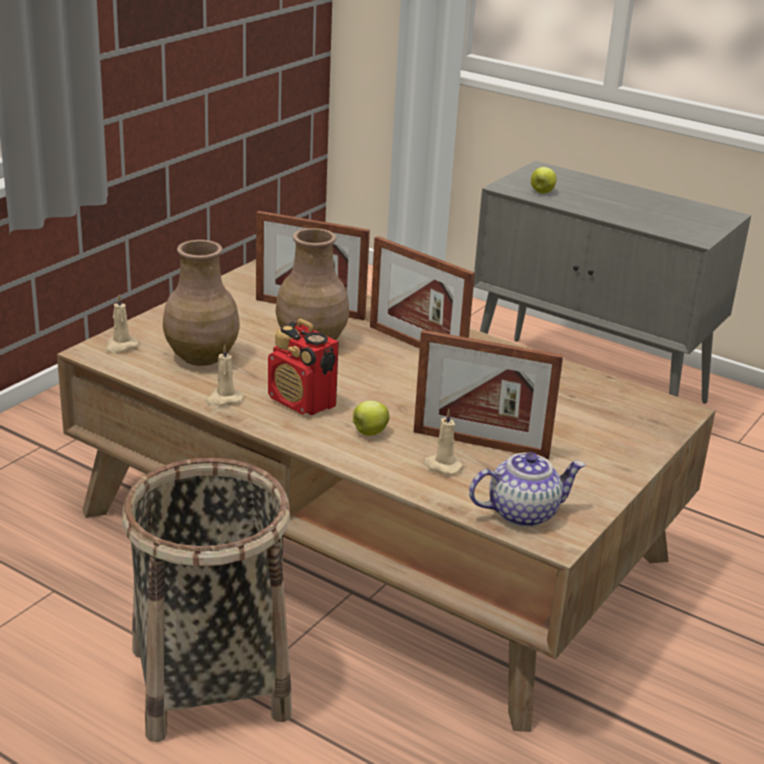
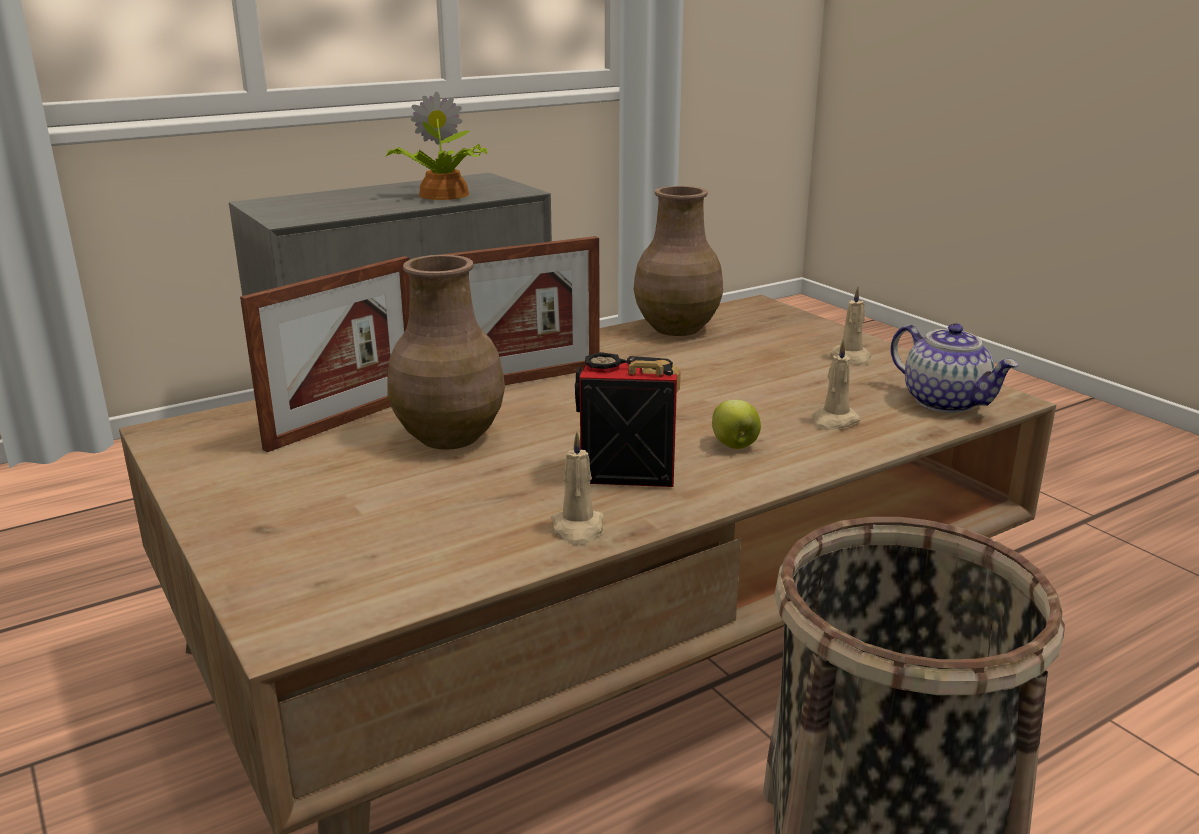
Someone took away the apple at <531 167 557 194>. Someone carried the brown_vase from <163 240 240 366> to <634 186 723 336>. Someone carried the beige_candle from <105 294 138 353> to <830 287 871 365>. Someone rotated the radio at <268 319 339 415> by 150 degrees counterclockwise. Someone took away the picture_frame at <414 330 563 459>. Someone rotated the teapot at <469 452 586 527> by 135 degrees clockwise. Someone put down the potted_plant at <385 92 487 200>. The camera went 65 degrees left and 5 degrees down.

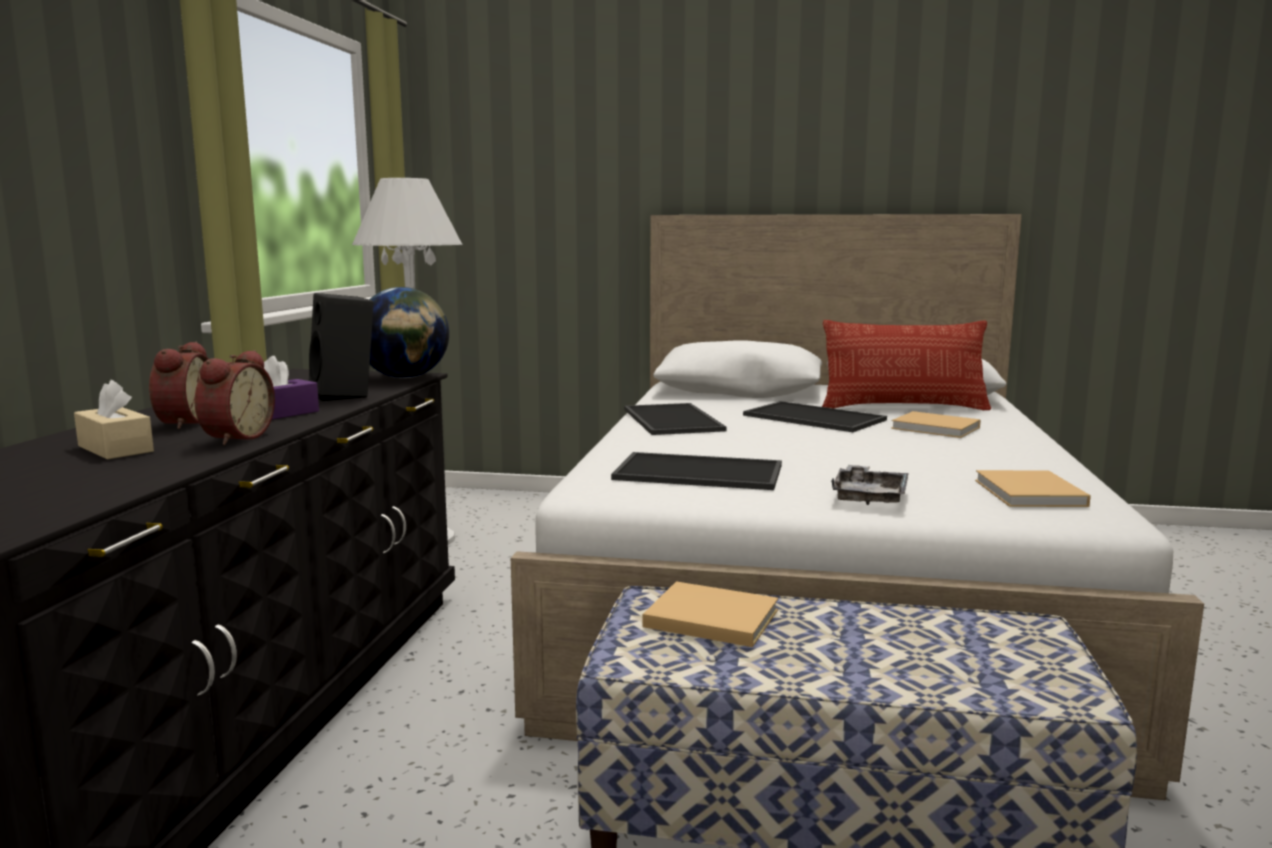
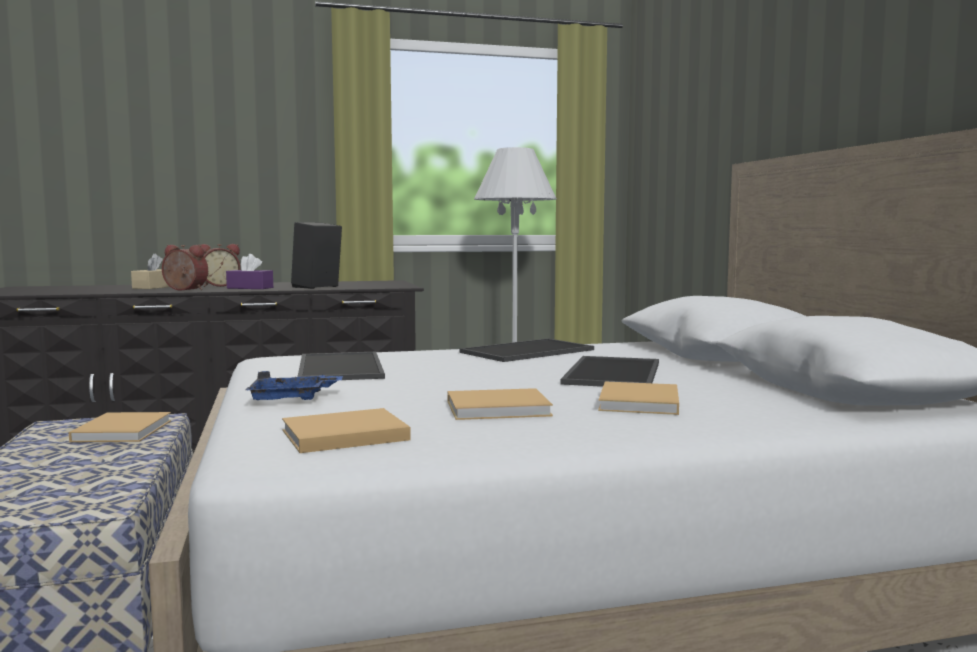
Someone took away the globe at <369 287 449 378>. Someone took away the pillow at <822 320 991 410>. Someone rotated the alarm_clock at <194 350 275 445> by 150 degrees counterclockwise. Someone repainted the grey_tray at <831 465 909 505>, which became the blue_tray at <246 371 343 400>. Someone put down the beige_book at <448 388 553 420>. The camera went 65 degrees right and 5 degrees down.

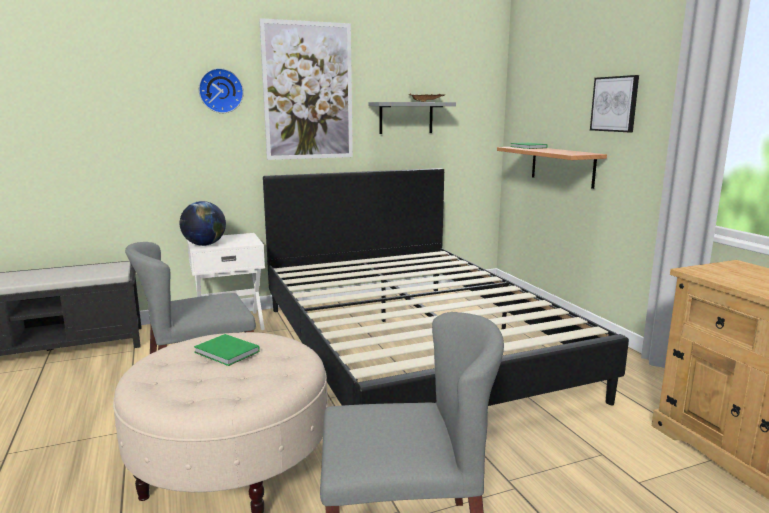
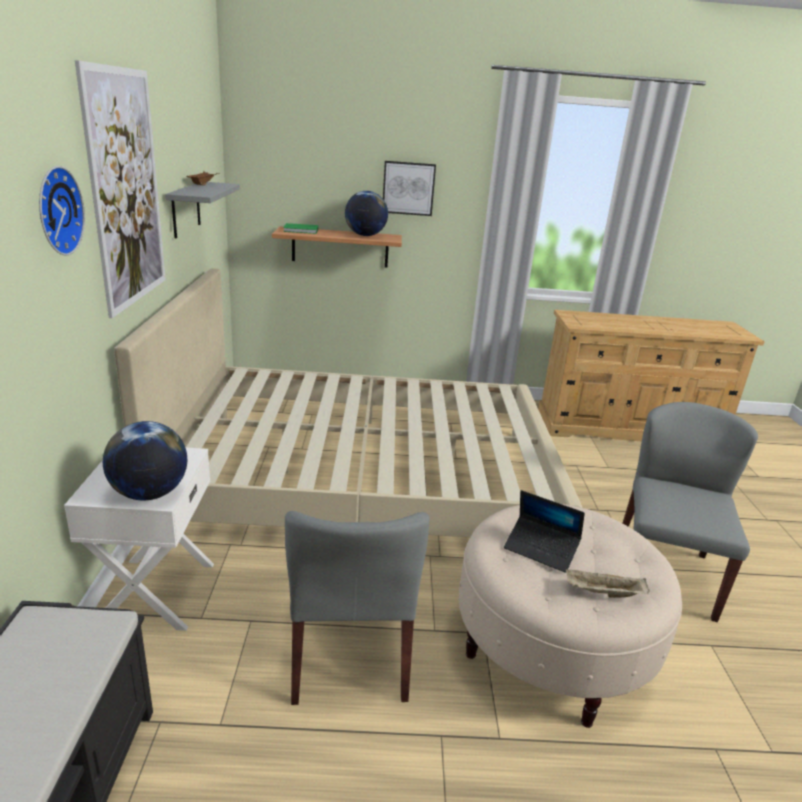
Someone repainted the black_bed at <263 168 629 406>, which became the beige_bed at <114 268 582 537>. Someone swapped the green_book at <194 334 260 366> for the laptop at <504 490 585 573>. Someone put down the globe at <345 191 388 236>. Someone put down the beige_tray at <566 569 650 598>. The camera went 70 degrees left and 10 degrees up.

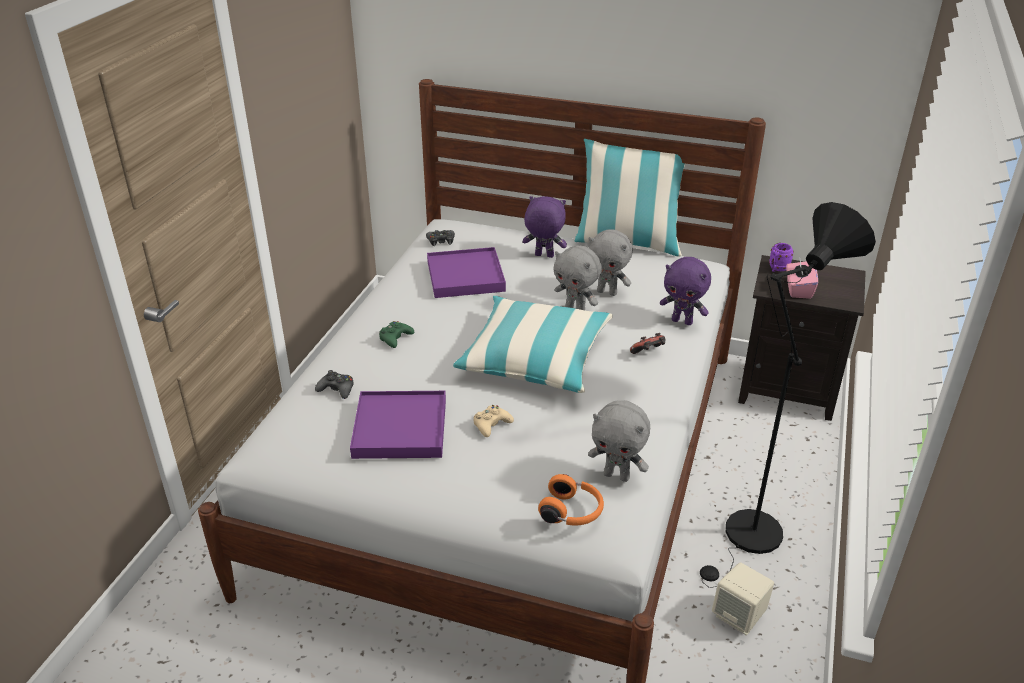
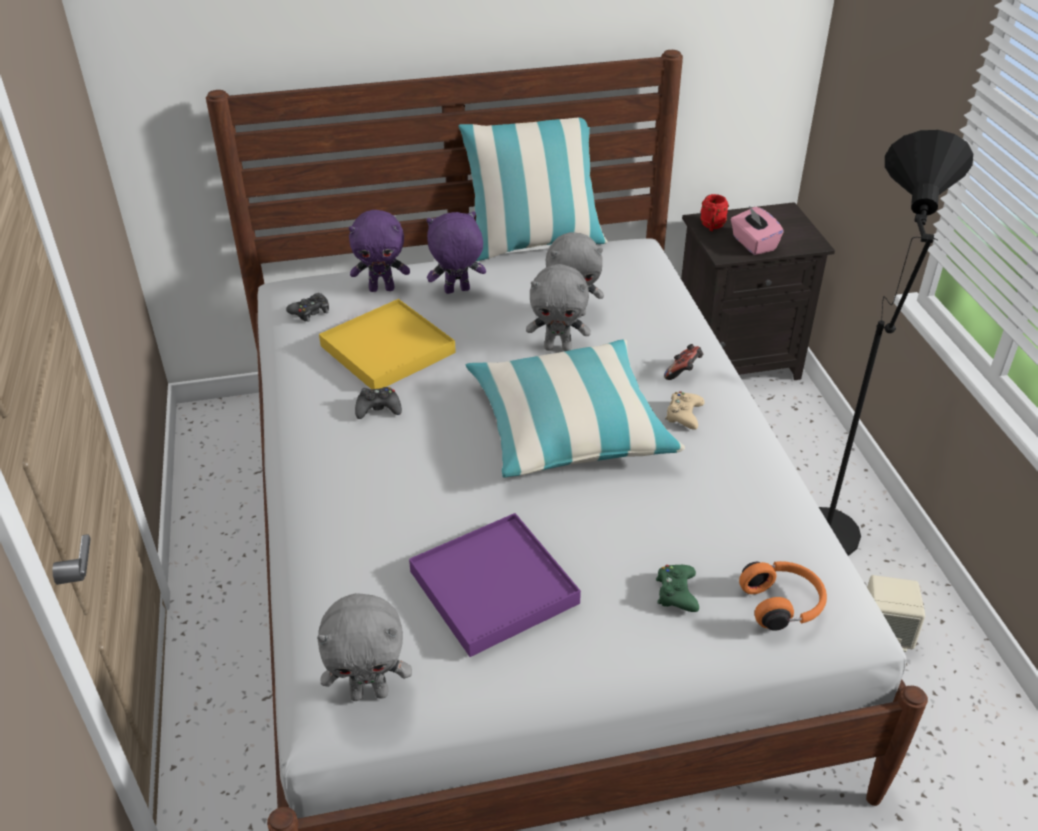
Someone repainted the purple_mug at <769 243 794 272>, which became the red_mug at <700 194 729 231>. Someone repainted the purple_tray at <427 247 506 298>, which became the yellow_tray at <319 299 456 389>. Someone carried the purple_plush_toy from <660 257 711 325> to <349 210 410 292>. Someone carried the green_game_controller from <379 321 414 348> to <656 565 699 612>. Someone carried the black_game_controller from <315 370 353 399> to <355 387 402 419>. Someone carried the grey_plush_toy from <588 400 650 482> to <317 593 412 701>. Someone carried the beige_game_controller from <474 405 514 437> to <665 391 704 430>. The camera went 30 degrees left and 5 degrees up.

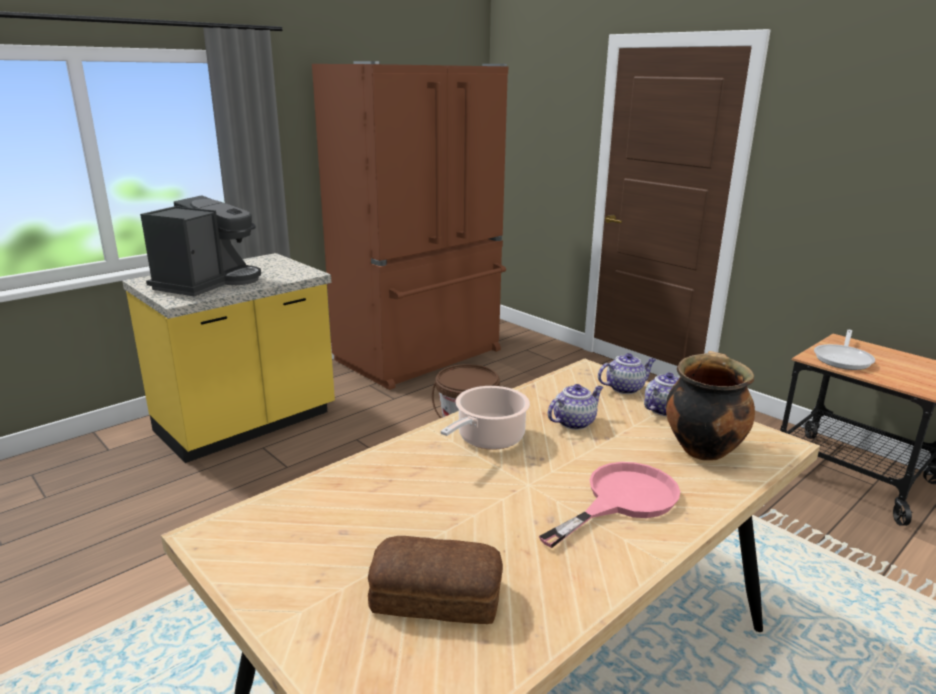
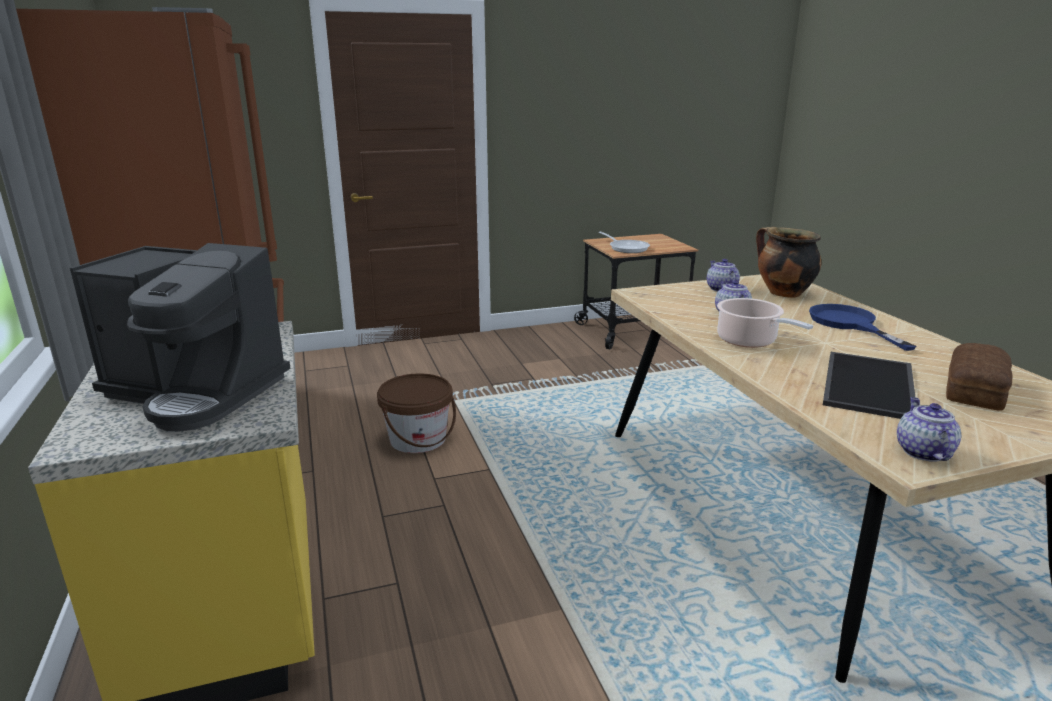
Someone rotated the coffee_machine at <140 195 261 297> by 150 degrees clockwise. Someone carried the teapot from <598 353 656 394> to <897 397 961 462>. Someone repainted the pink_frying_pan at <539 462 680 548>, which became the blue_frying_pan at <809 304 917 351>. Someone put down the tray at <823 352 916 419>. The camera went 65 degrees left and 0 degrees up.

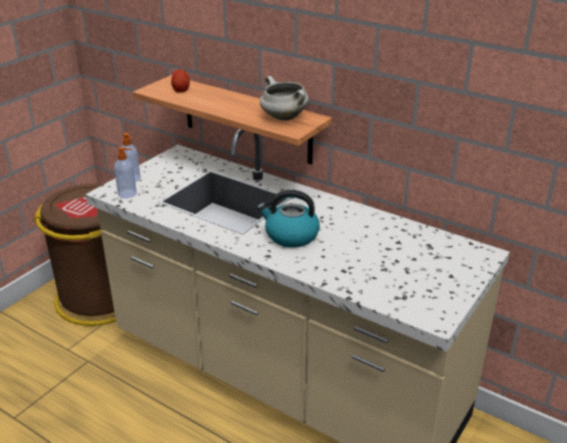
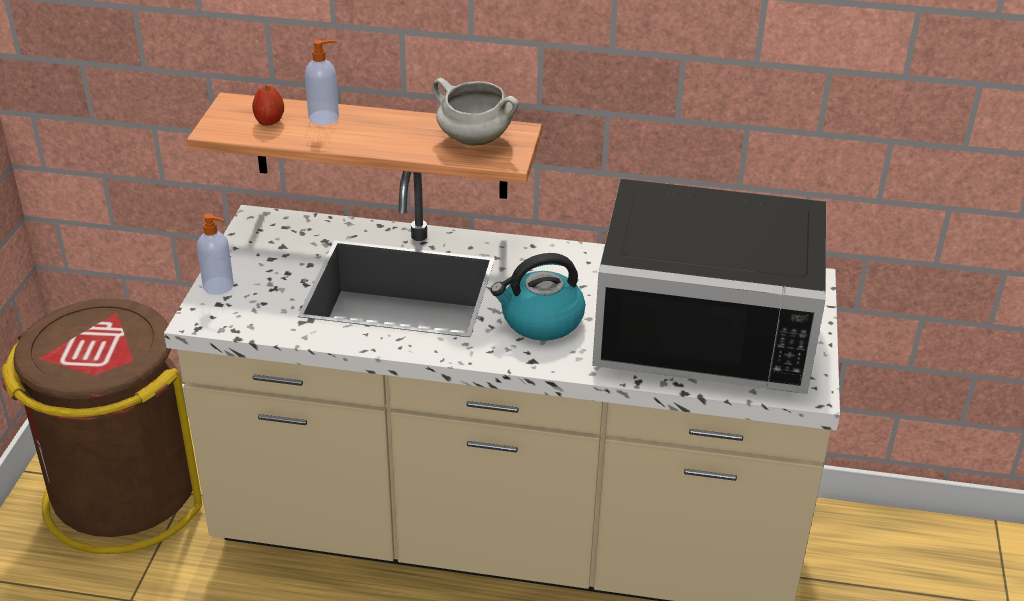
Someone carried the soap_dispenser from <114 147 137 198> to <305 40 339 125>. Someone put down the black_microwave at <592 179 826 394>. The camera went 25 degrees left and 5 degrees up.

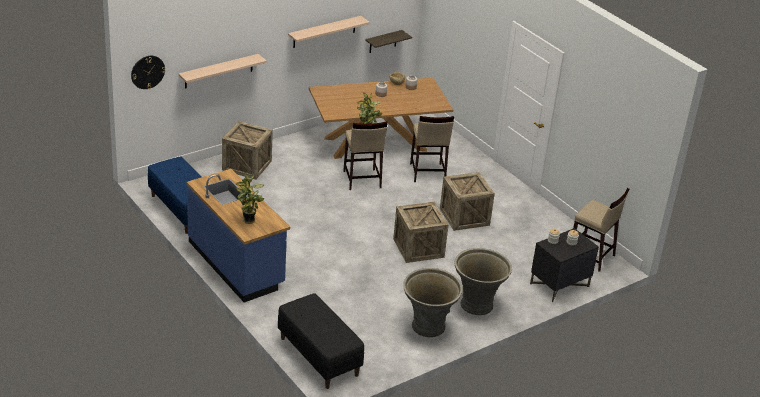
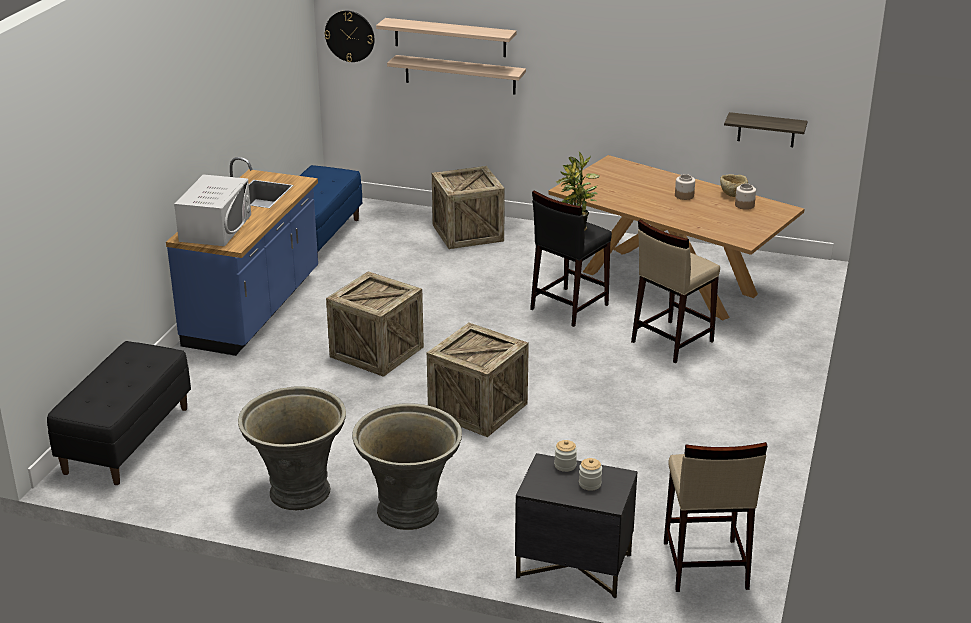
Someone carried the shelf from <288 16 370 48> to <376 18 517 57>. Someone repainted the beige_stool at <343 122 387 190>, which became the black_stool at <530 190 612 327>. Someone swapped the potted_plant at <236 172 264 224> for the white_microwave at <174 174 251 246>. Someone carried the crate from <440 172 495 231> to <326 271 424 377>. The camera went 55 degrees right and 5 degrees down.

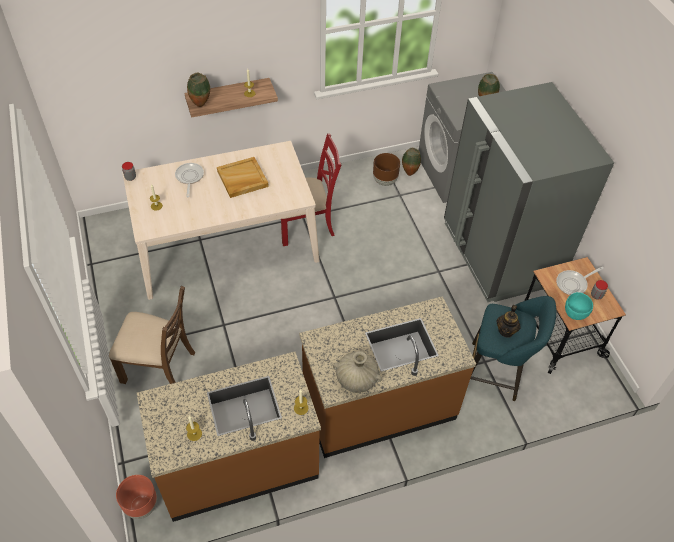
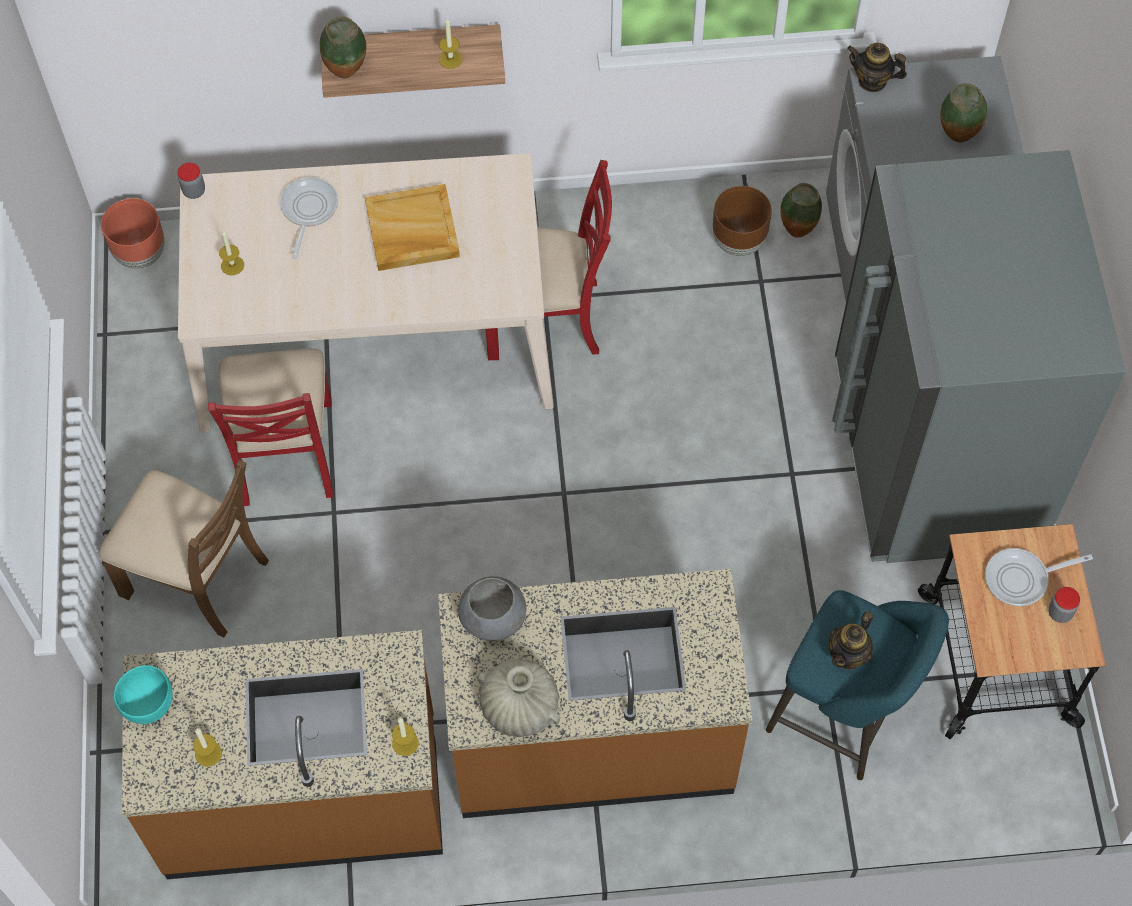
Someone carried the turquoise_bowl from <565 292 593 320> to <114 665 173 724>. Someone carried the brown_planter from <116 475 157 519> to <101 198 165 269>. Someone put down the teapot at <847 43 907 92>. Someone put down the red_chair at <208 348 333 506>. Someone put down the grey_bowl at <458 576 526 641>. The camera went 15 degrees right and 10 degrees up.

